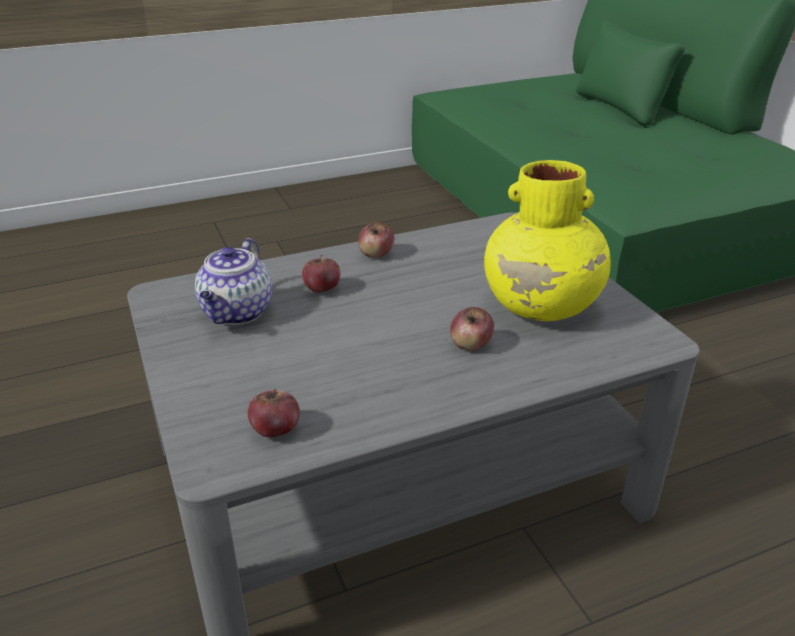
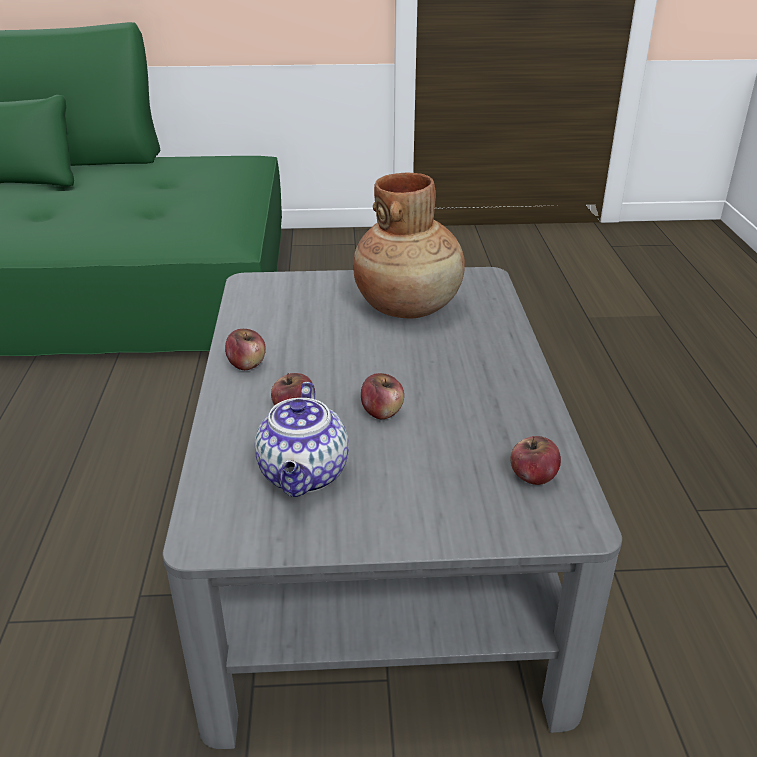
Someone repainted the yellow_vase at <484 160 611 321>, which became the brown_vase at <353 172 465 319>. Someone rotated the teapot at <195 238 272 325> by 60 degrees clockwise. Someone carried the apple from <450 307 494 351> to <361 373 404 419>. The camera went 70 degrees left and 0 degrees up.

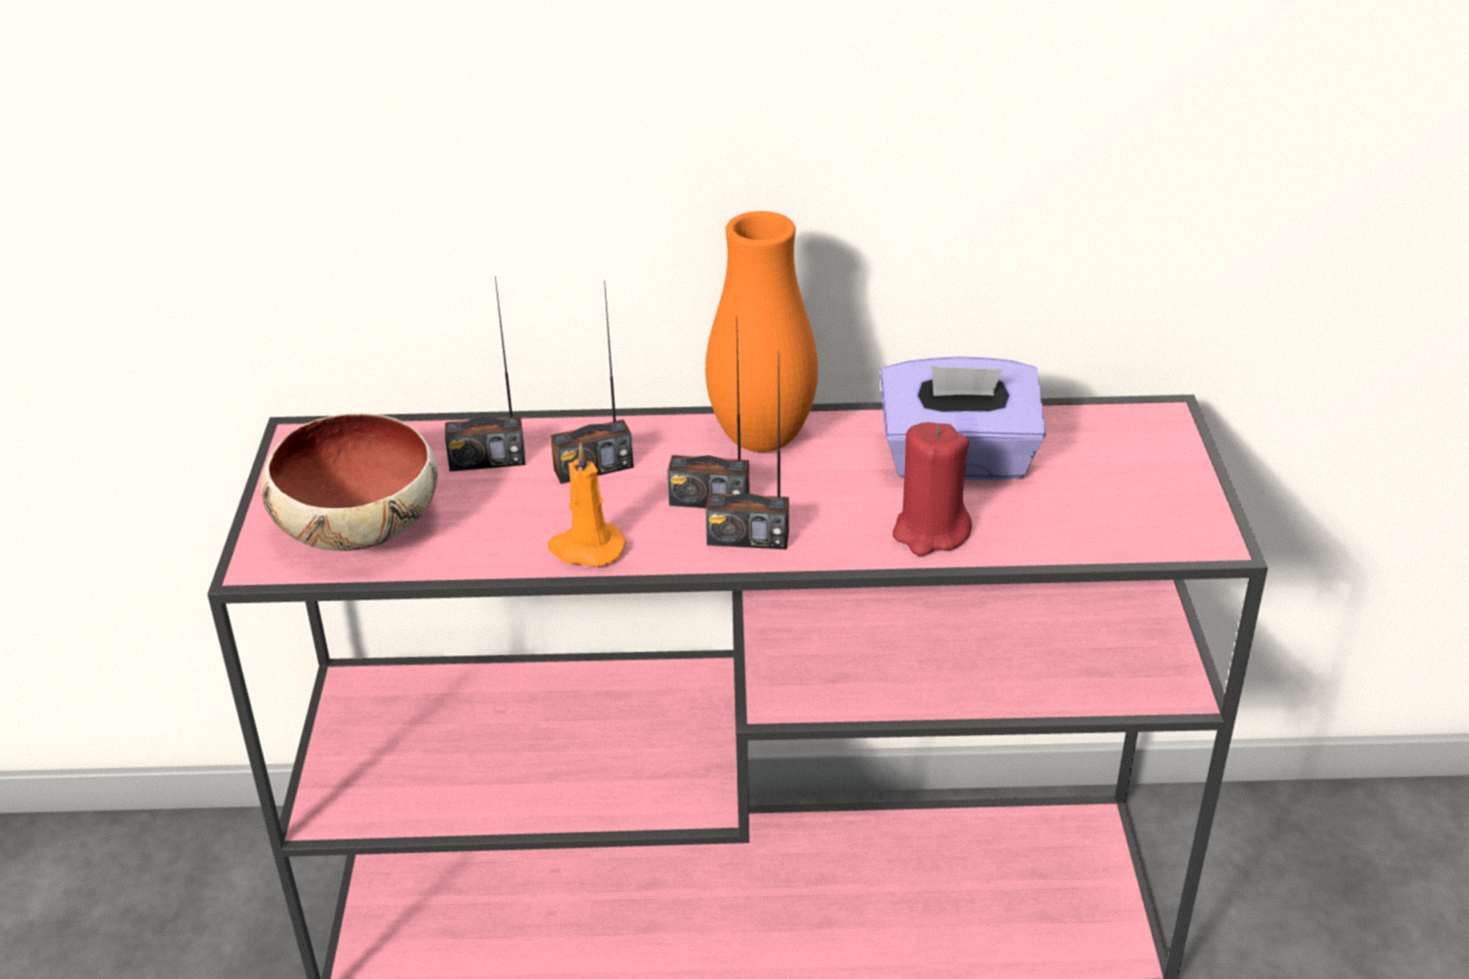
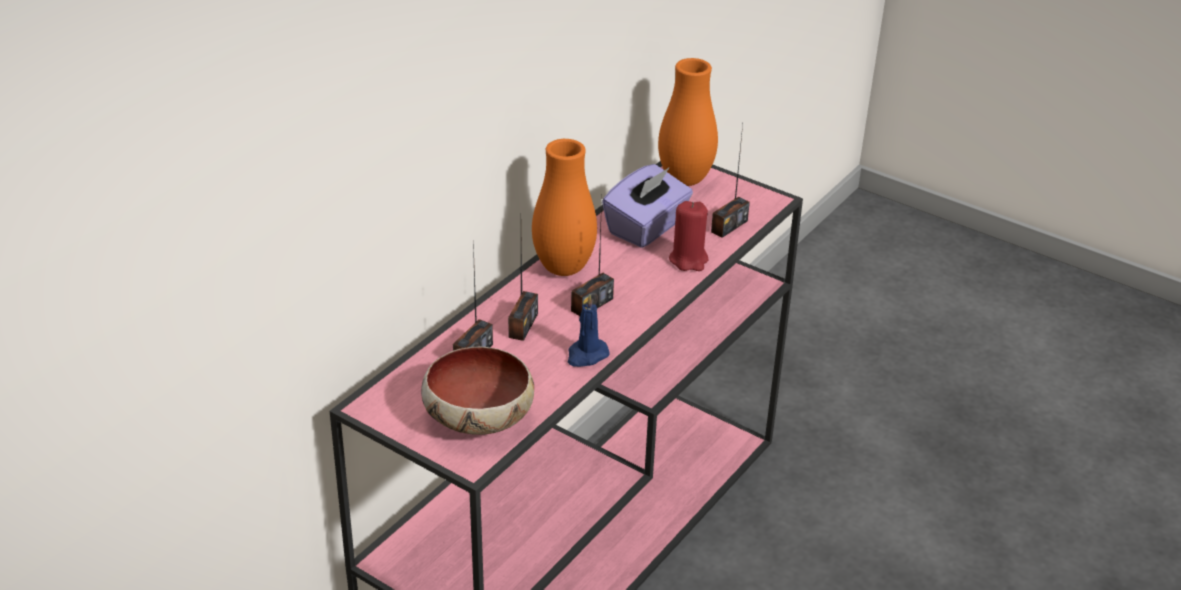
Someone carried the radio from <706 350 789 549> to <711 125 750 238>. Someone repainted the orange_candle at <548 443 626 567>, which became the blue_candle at <568 294 610 367>. Someone put down the orange_vase at <658 58 718 186>. The camera went 55 degrees left and 0 degrees up.

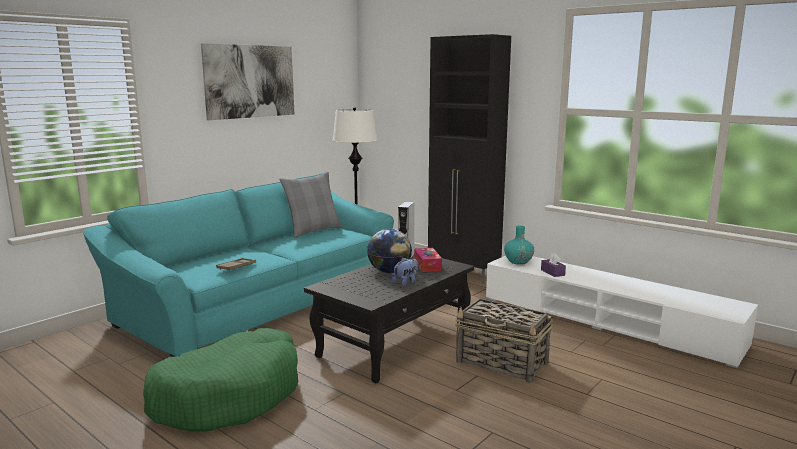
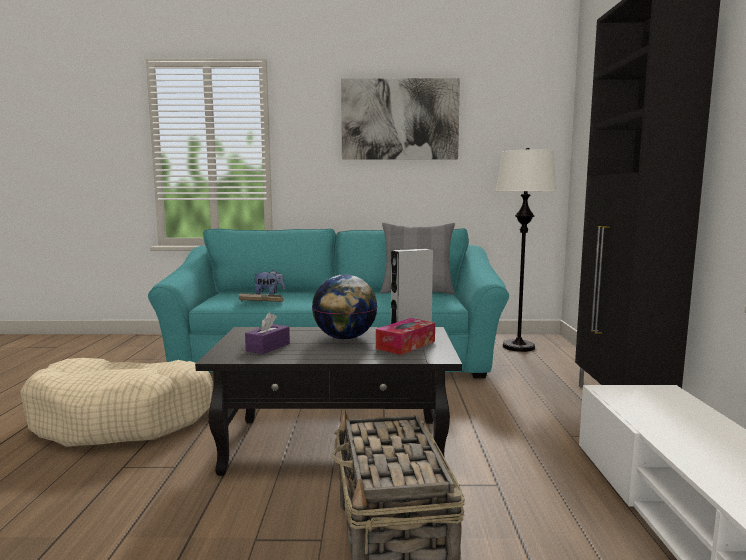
Someone took away the turquoise_vase at <504 225 534 265>. Someone carried the purple_tissue_box from <541 253 566 277> to <245 312 290 354>. Someone carried the plush_toy from <392 257 418 286> to <253 270 285 295>. Someone repainted the green_dog_bed at <143 328 298 432>, which became the beige_dog_bed at <20 358 213 447>. The camera went 50 degrees right and 5 degrees down.

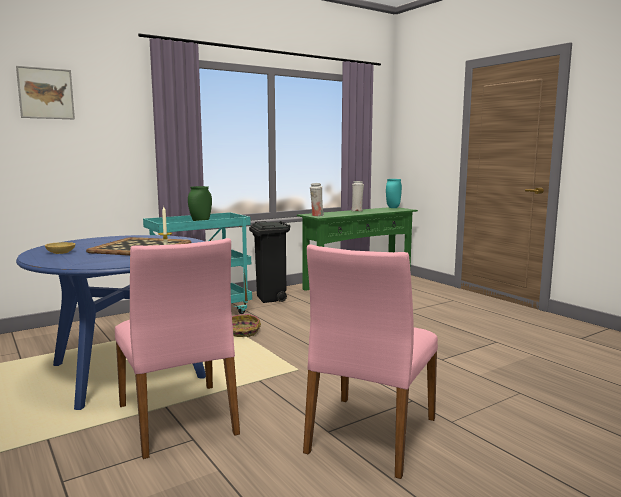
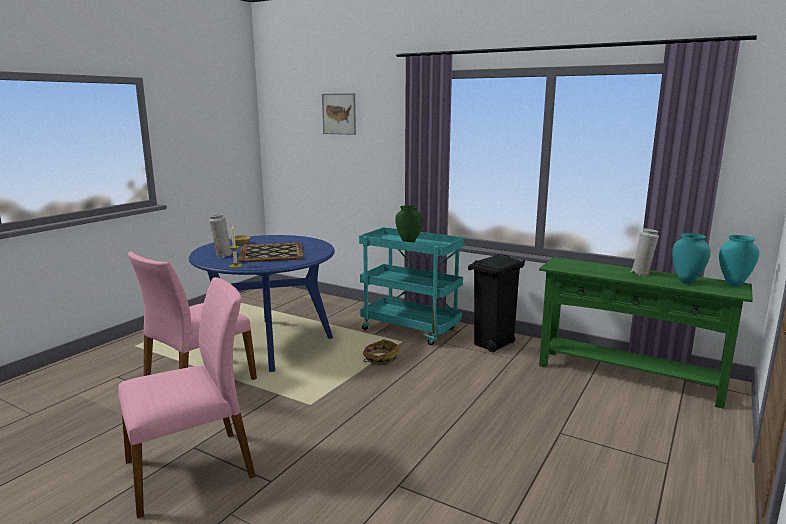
Someone carried the white_vase from <310 183 324 216> to <209 214 233 257>. Someone rotated the pink_chair at <303 245 438 479> by 150 degrees clockwise. Someone put down the turquoise_vase at <672 233 711 284>. The camera went 65 degrees right and 5 degrees up.

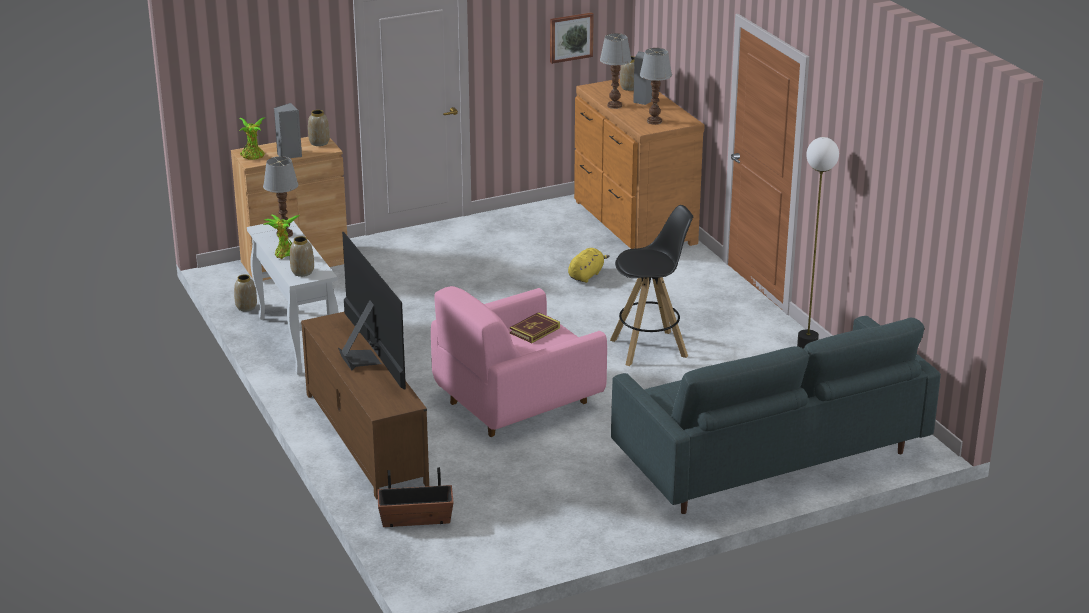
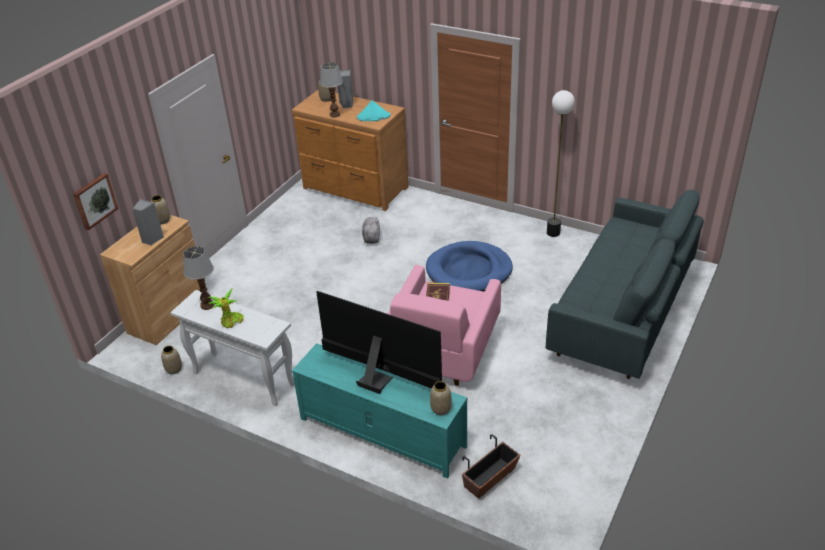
Someone carried the picture from <550 12 594 64> to <73 173 118 230>. Someone swapped the table_lamp at <640 48 672 125> for the turquoise_hat at <357 100 390 121>. Someone took away the potted_plant at <240 117 265 160>. Someone swapped the black_stool at <610 205 693 366> for the blue_dog_bed at <426 241 513 292>. Someone carried the vase from <290 236 314 277> to <430 381 452 415>. Someone repainted the yellow_plush_toy at <568 248 610 283>, which became the grey_plush_toy at <362 217 380 244>. Someone repainted the brown_tv_stand at <301 312 429 500>, which became the turquoise_tv_stand at <292 343 468 478>. The camera went 35 degrees left and 10 degrees up.

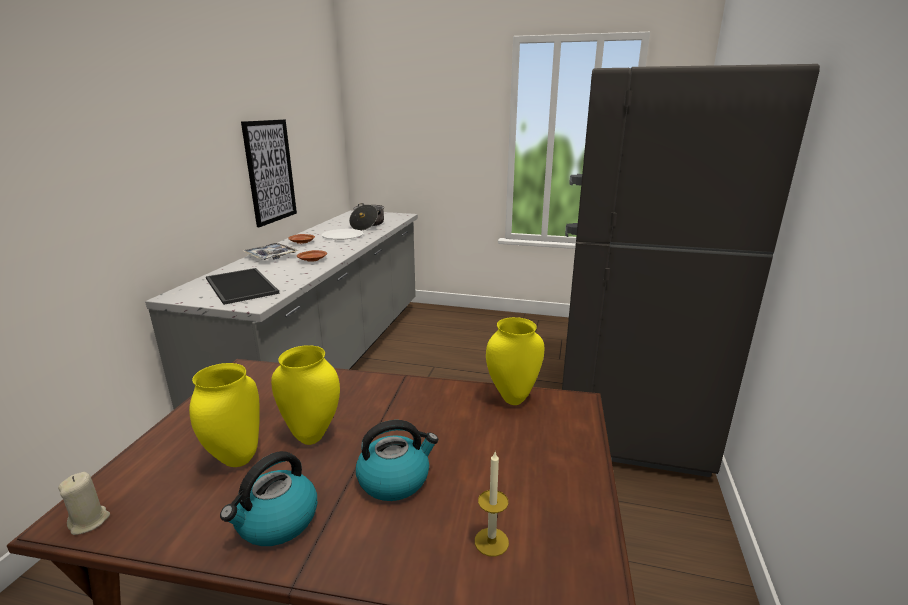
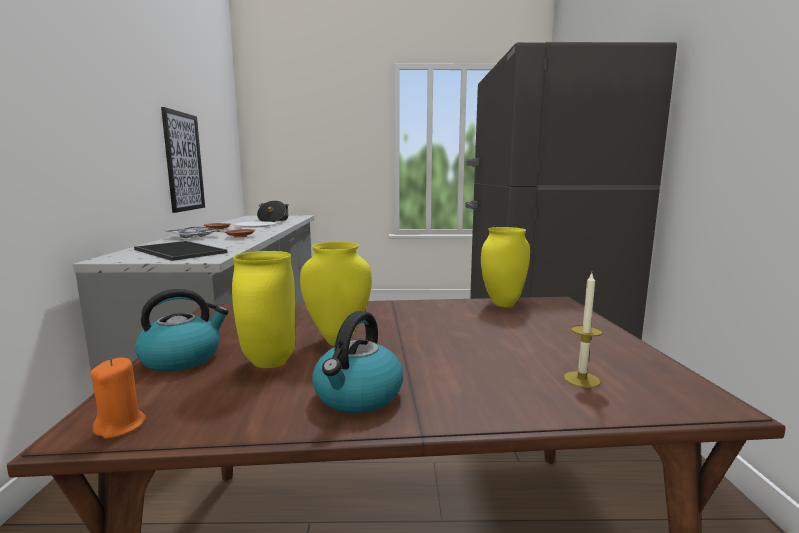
Someone carried the kettle from <356 420 438 501> to <135 289 229 372>. Someone repainted the beige_candle at <58 472 110 535>, which became the orange_candle at <90 358 146 439>. The camera went 15 degrees left and 10 degrees down.

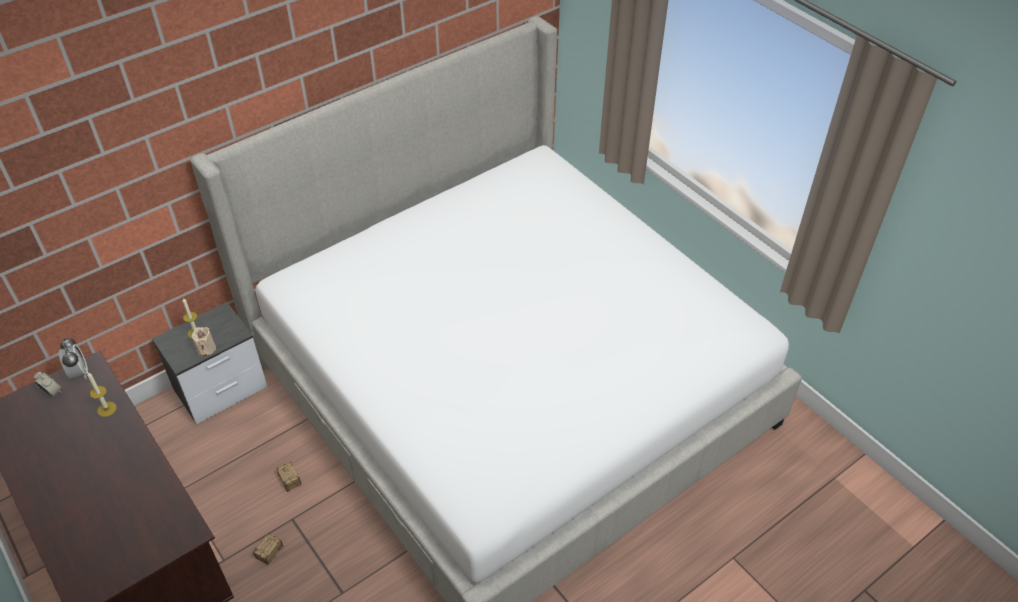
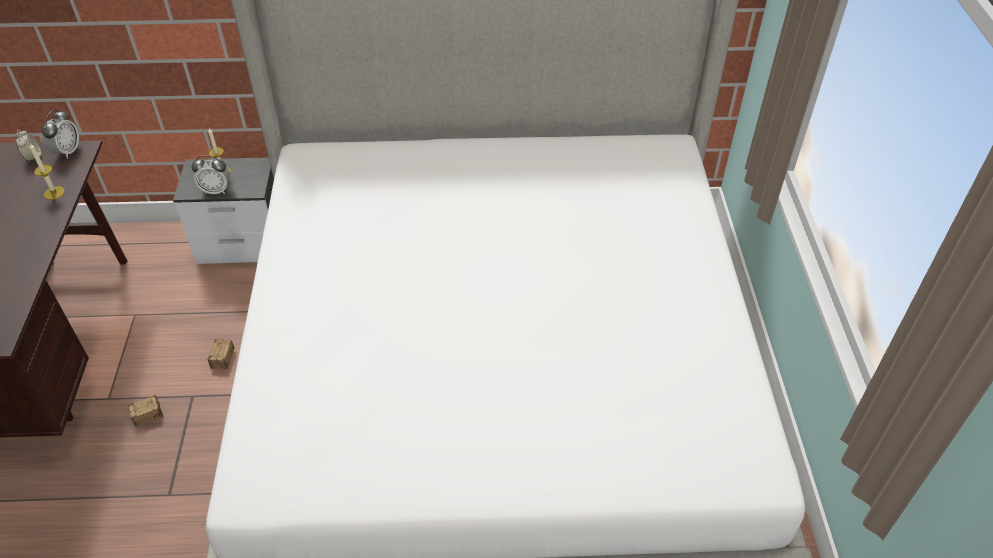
Someone swapped the beige_candle at <191 327 216 357> for the alarm_clock at <191 155 230 194>. The camera went 35 degrees right and 0 degrees up.

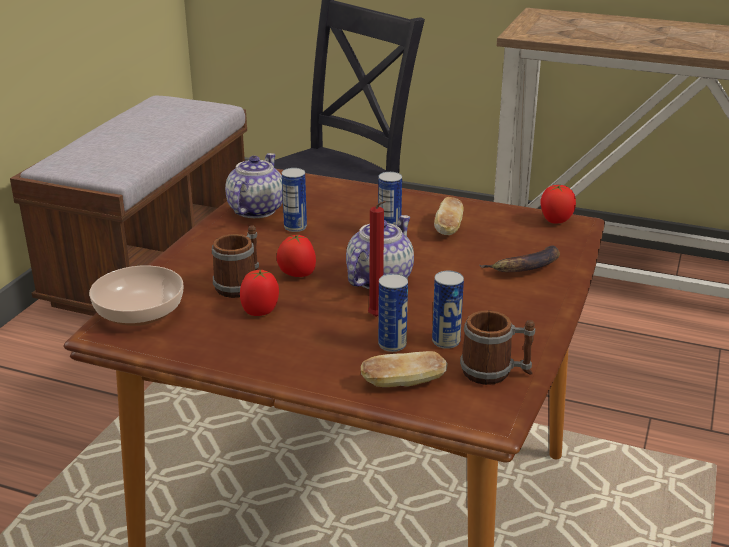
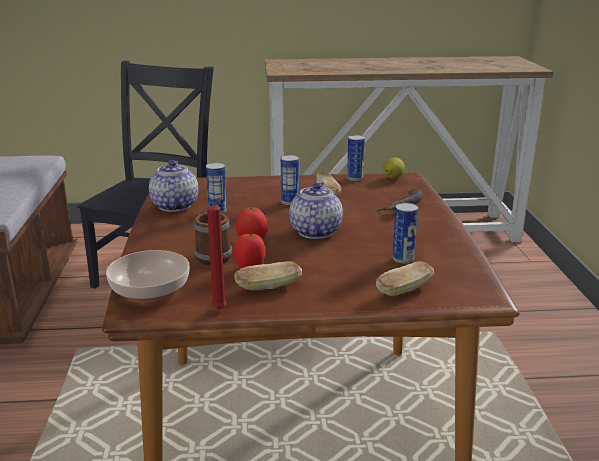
Someone swapped the tomato at <541 184 576 223> for the lemon at <383 158 405 179>. Someone carried the red_candle from <368 201 386 317> to <207 198 227 310>. Someone carried the can from <378 273 408 352> to <347 135 365 181>. Someone took away the mug at <460 310 535 385>. Someone put down the bread at <234 261 302 290>. The camera went 25 degrees left and 5 degrees down.

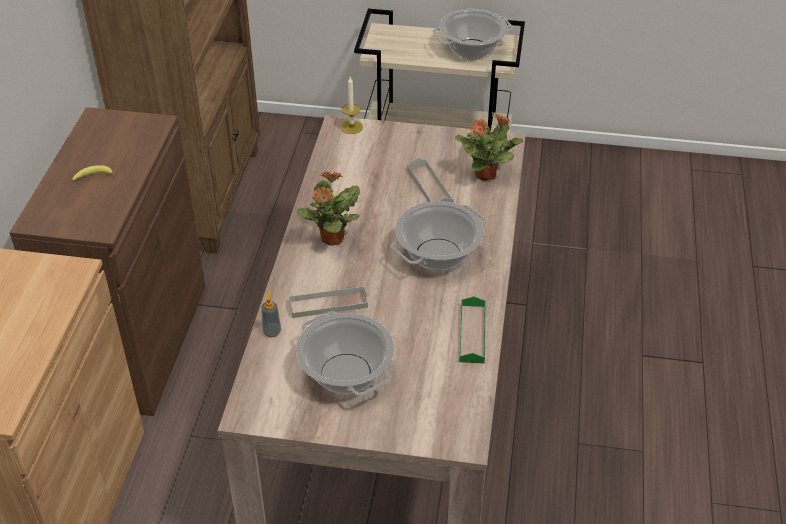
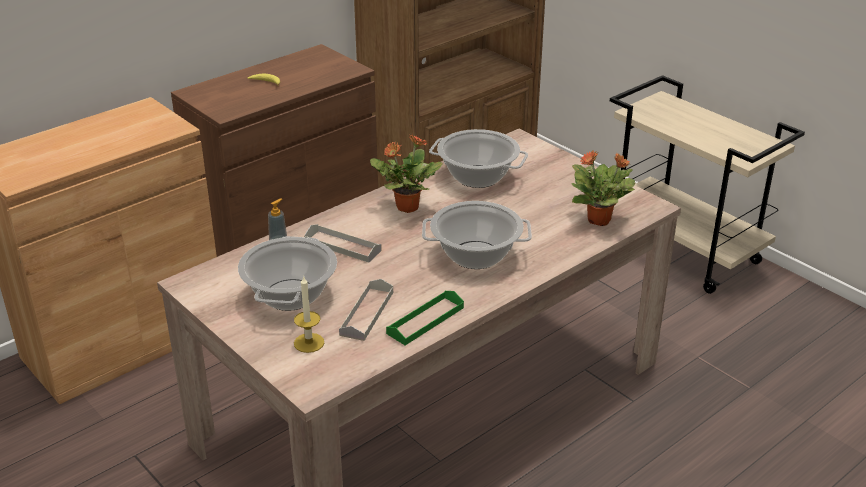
Someone carried the cooking_pot from <433 9 514 59> to <429 129 528 188>. Someone carried the candle from <341 77 363 134> to <294 276 324 353>. Someone carried the grey_tray from <407 158 454 203> to <339 279 393 341>. The camera went 40 degrees right and 10 degrees down.

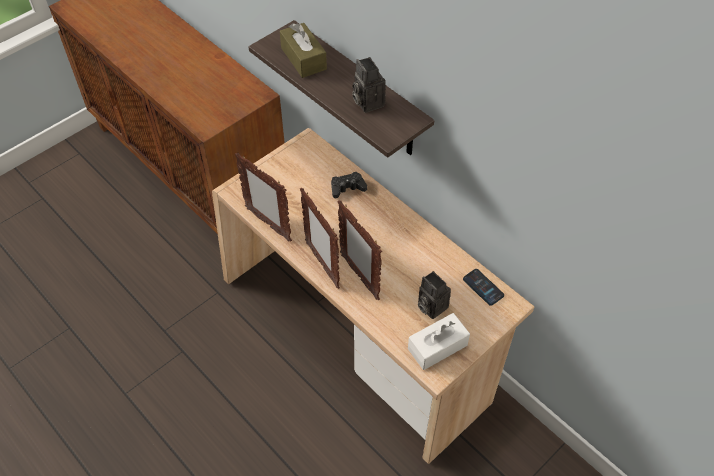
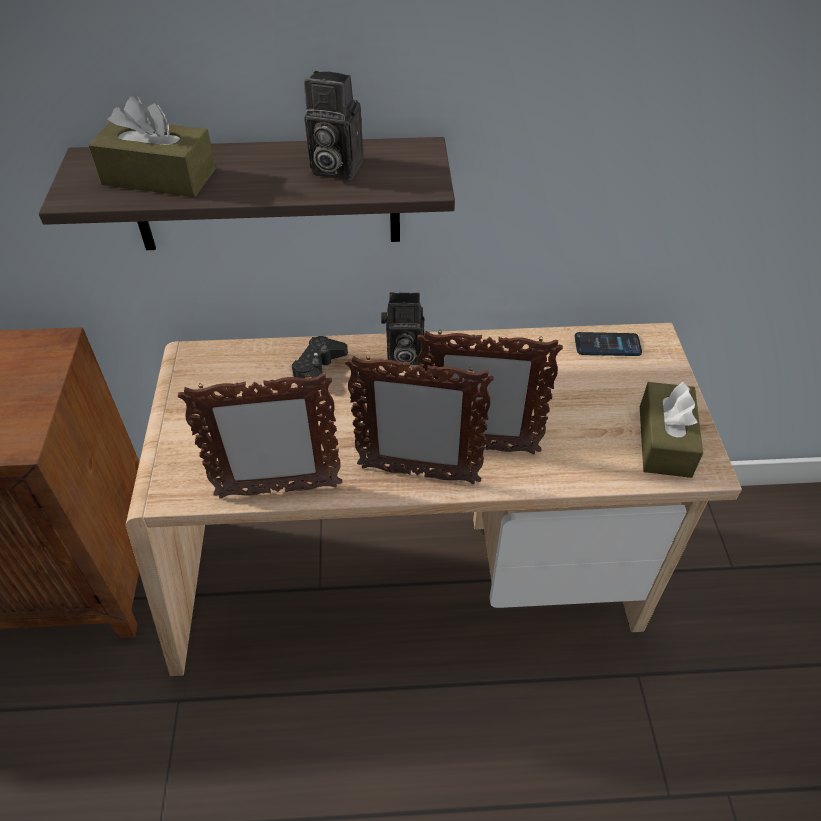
Someone carried the photo_camera from <418 271 451 319> to <381 292 425 365>. Someone repainted the white_tissue_box at <408 313 470 370>, which became the brown_tissue_box at <640 382 703 478>. The camera went 50 degrees left and 5 degrees down.

